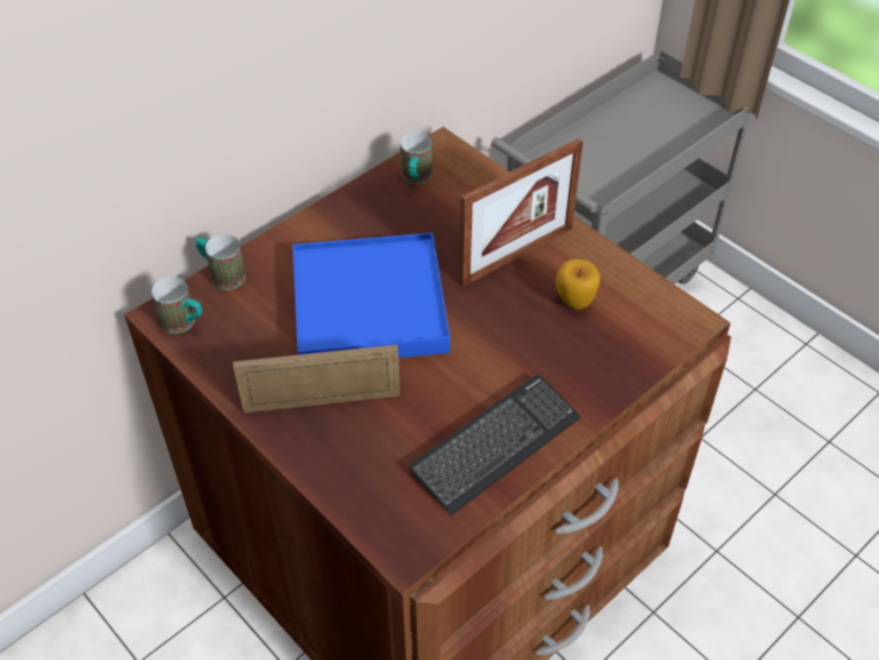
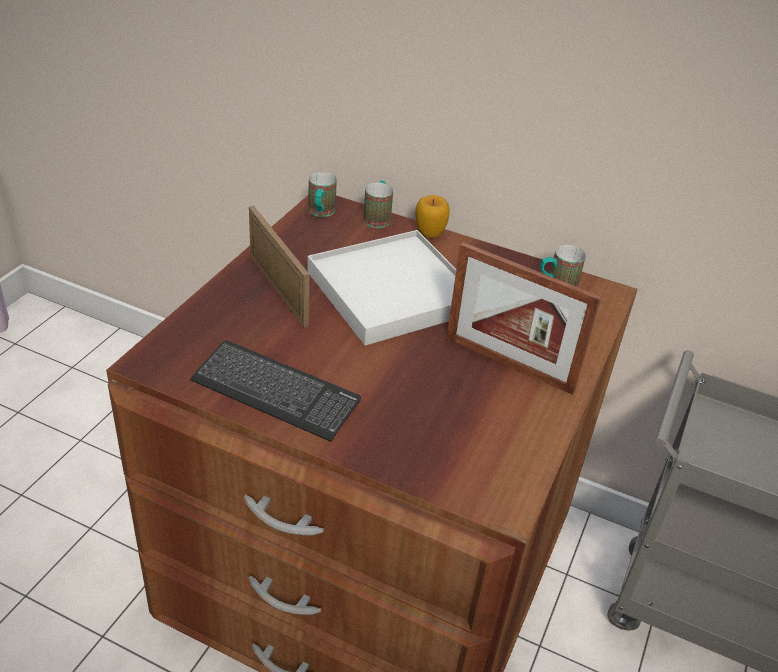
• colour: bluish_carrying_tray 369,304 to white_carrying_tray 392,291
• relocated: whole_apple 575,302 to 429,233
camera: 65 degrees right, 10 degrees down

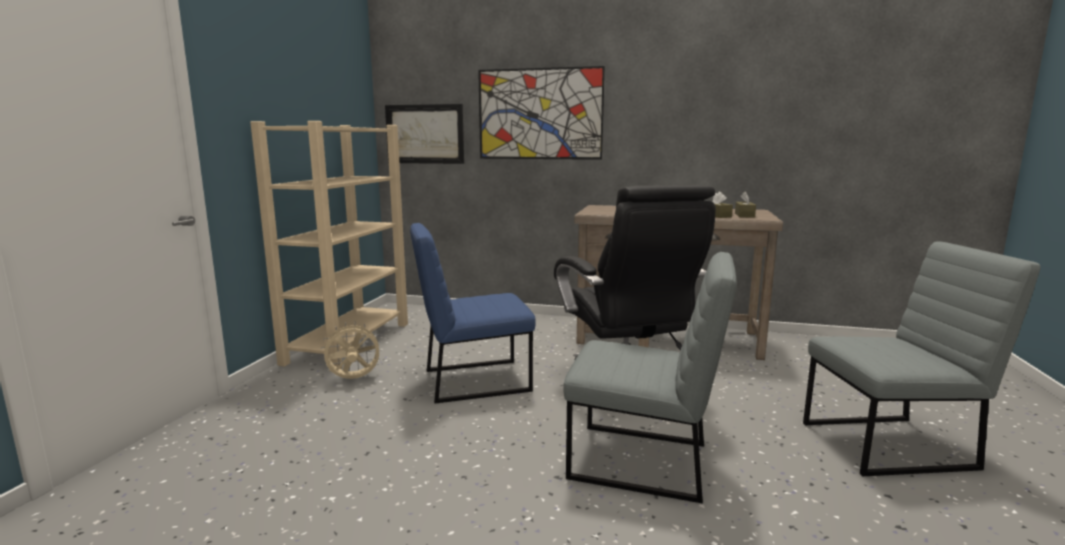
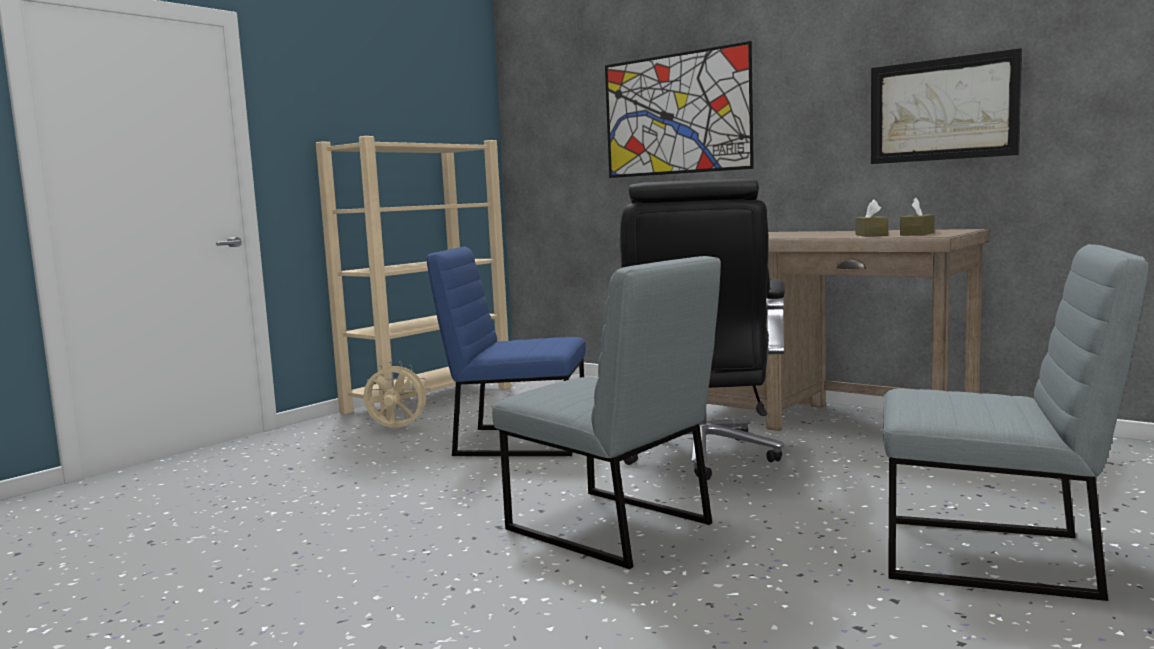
• relocated: wall_art 425,134 to 943,109
camera: 25 degrees right, 5 degrees down

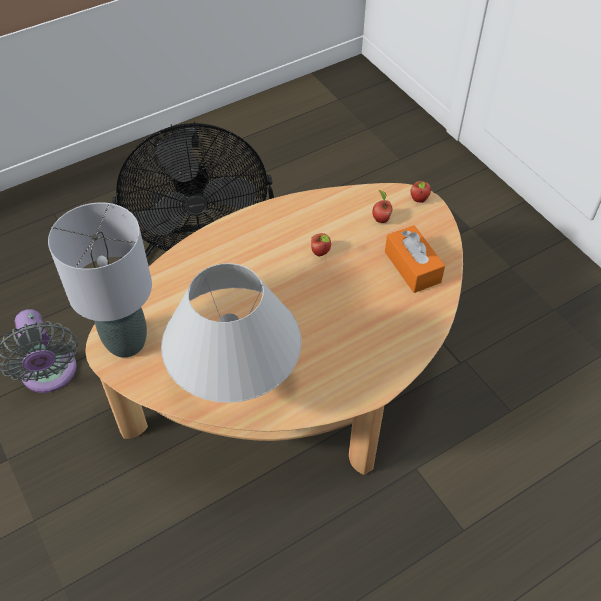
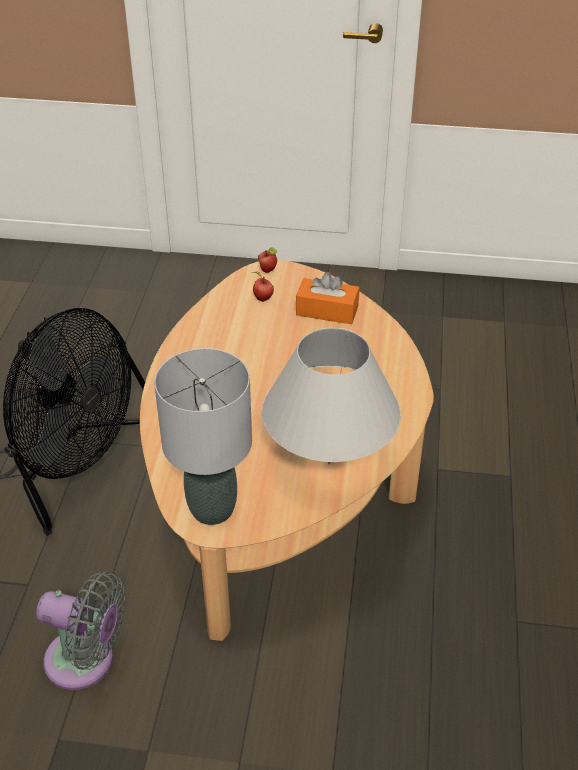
• missing: whole_apple 321,253
camera: 50 degrees left, 10 degrees down

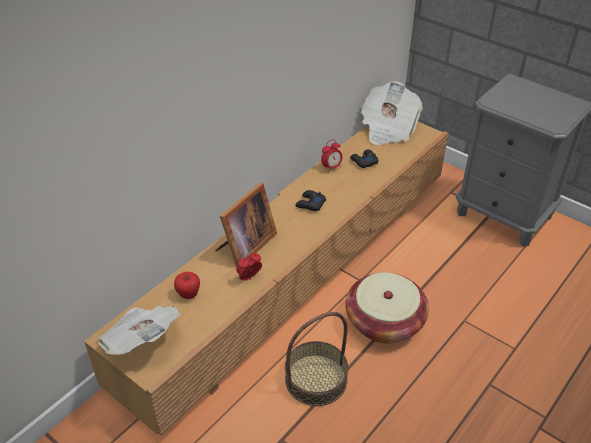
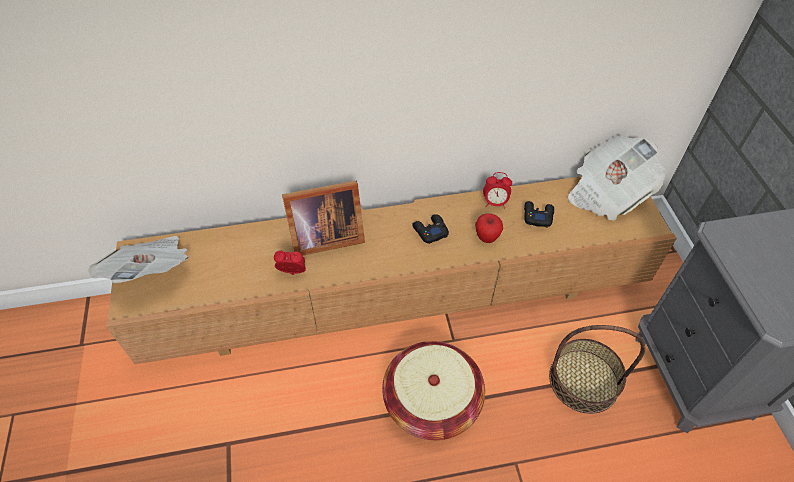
• relocated: whole_apple 188,295 to 487,237
• relocated: household_basket 316,379 to 584,380
camera: 40 degrees right, 10 degrees up

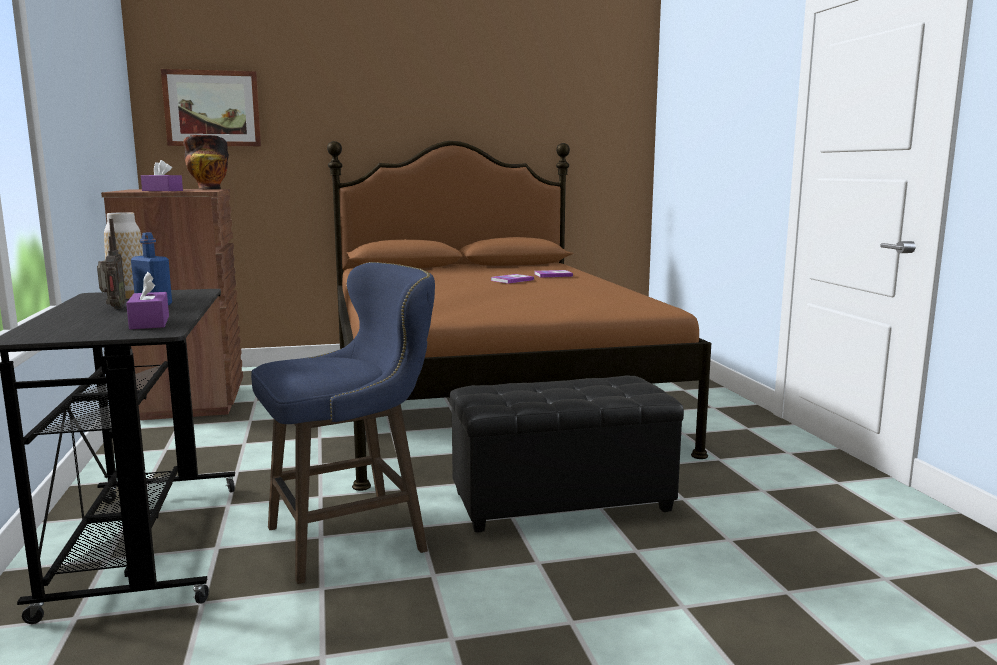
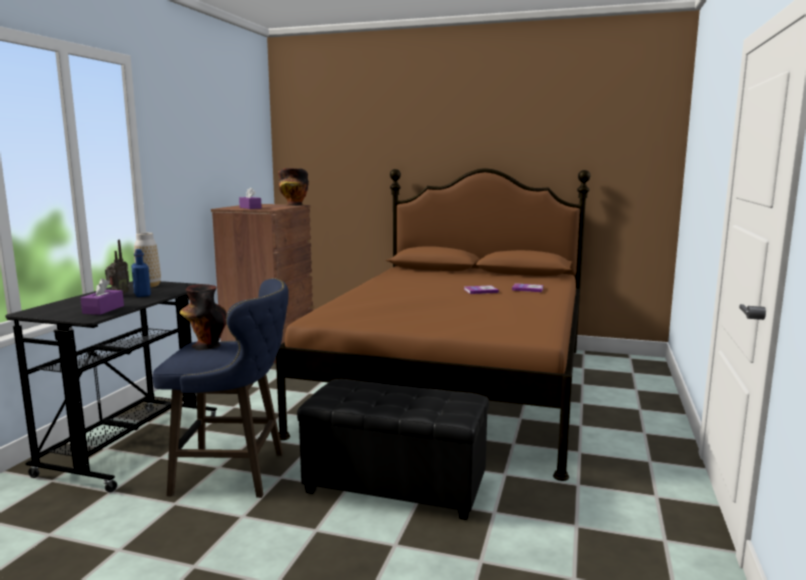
• missing: wall_art 212,108
• appeared: flower_vase 205,345
camera: 30 degrees right, 0 degrees up

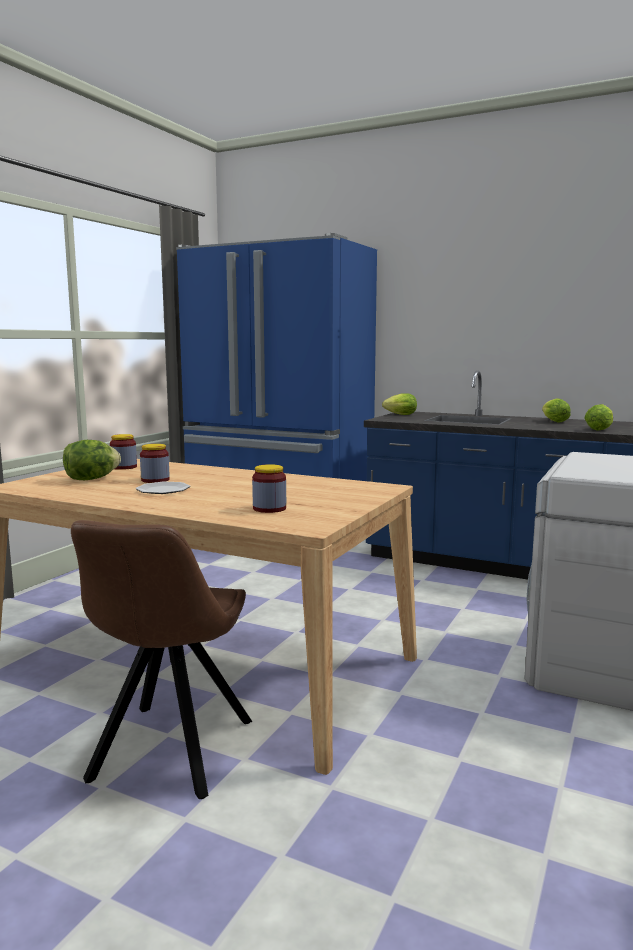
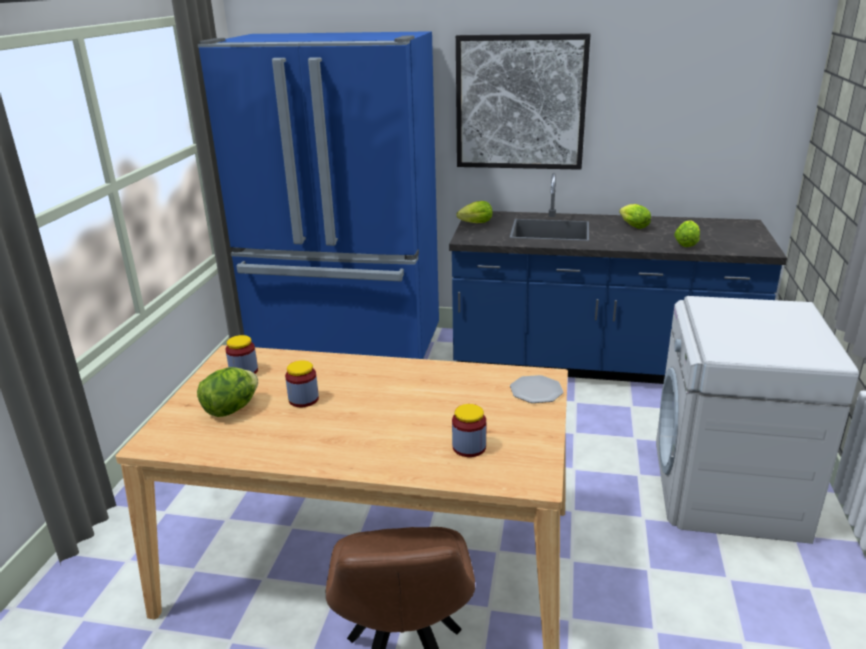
• relocated: dinner_plate 162,490 to 536,391
• appeared: wall_art 520,103
camera: 15 degrees left, 15 degrees up

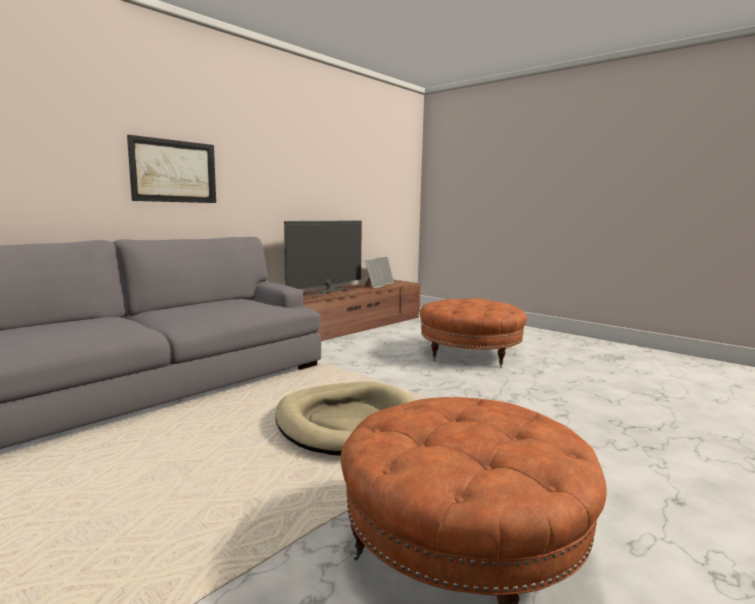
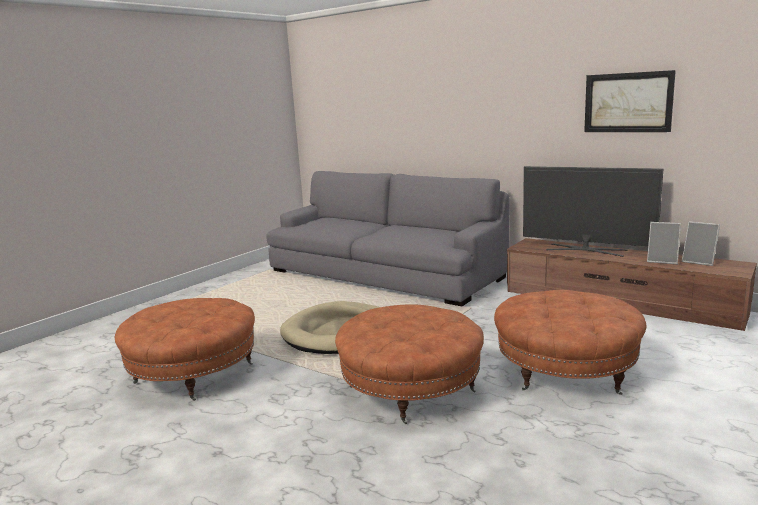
• relocated: wall_art 174,171 to 628,102
• appeared: brownish_ottoman 411,390
camera: 85 degrees right, 5 degrees up

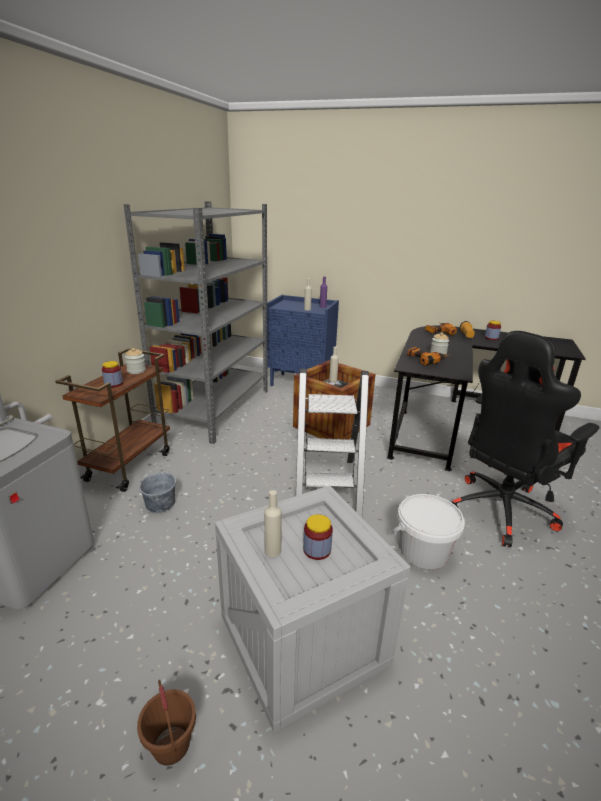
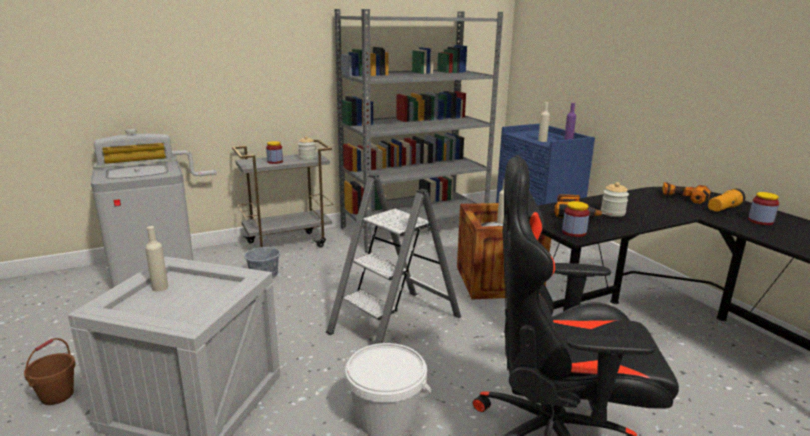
• colour: brownish_wheeled_cart 131,465 to gray_wheeled_cart 289,244
• relocated: preserve_jar 317,549 to 574,232
camera: 45 degrees right, 5 degrees down

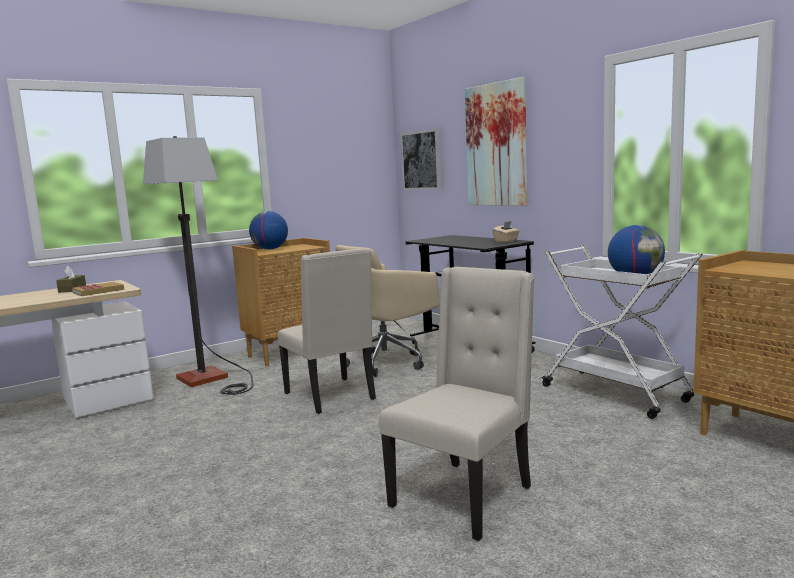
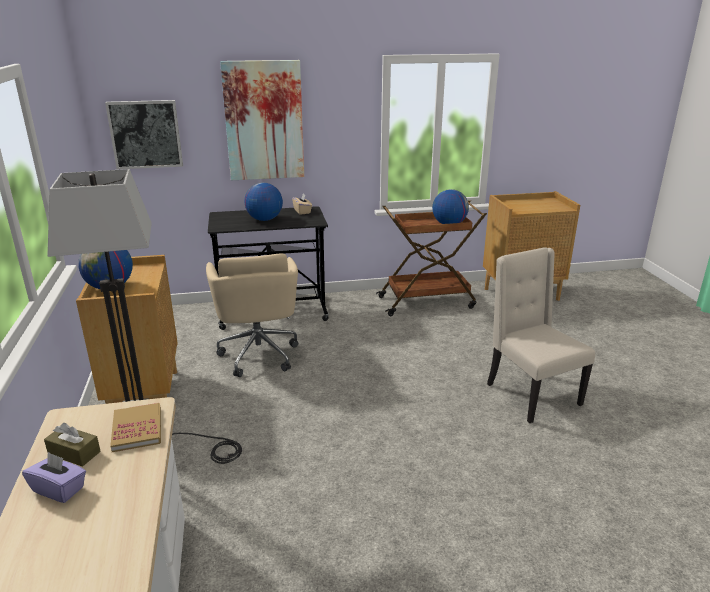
• missing: beige_plain_chair 332,396
• colour: white_wheeled_cart 614,394 to brownish_wheeled_cart 426,303
• appeared: purple-coloured_tissue_holder 59,489
• appeared: globe 264,219
camera: 65 degrees left, 15 degrees up

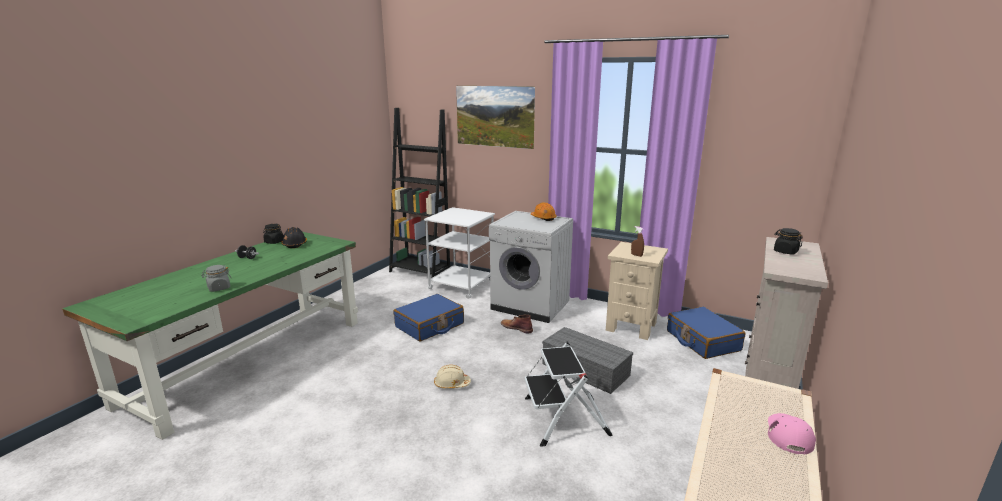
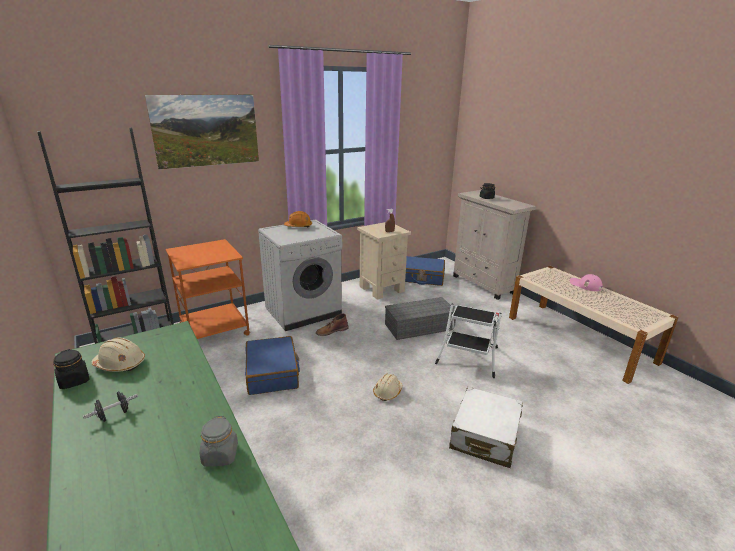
• colour: black_safety_helmet 295,244 to beige_safety_helmet 120,364
• colour: white_wheeled_cart 462,285 to orange_wheeled_cart 215,329
• appeared: white_travel_case 485,436
camera: 60 degrees left, 5 degrees up

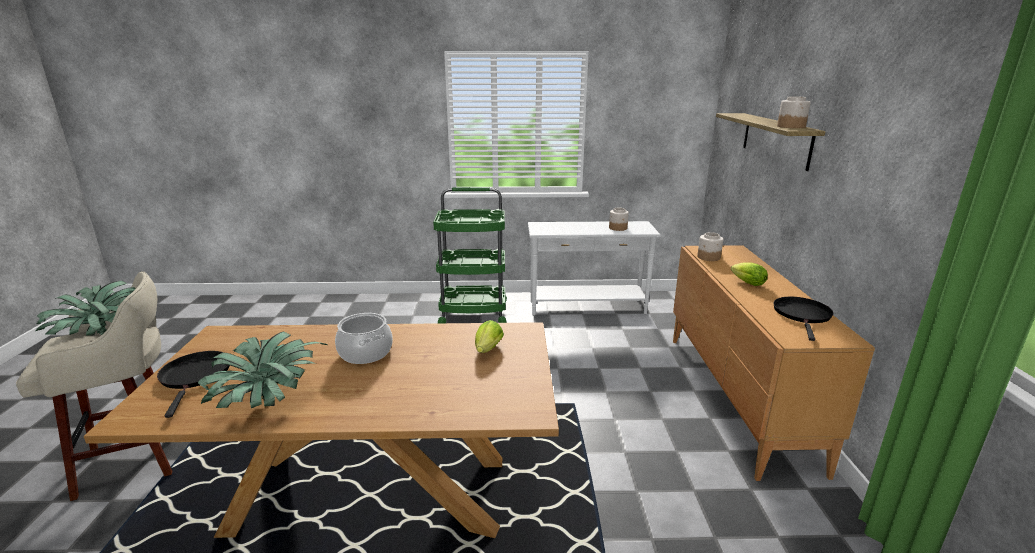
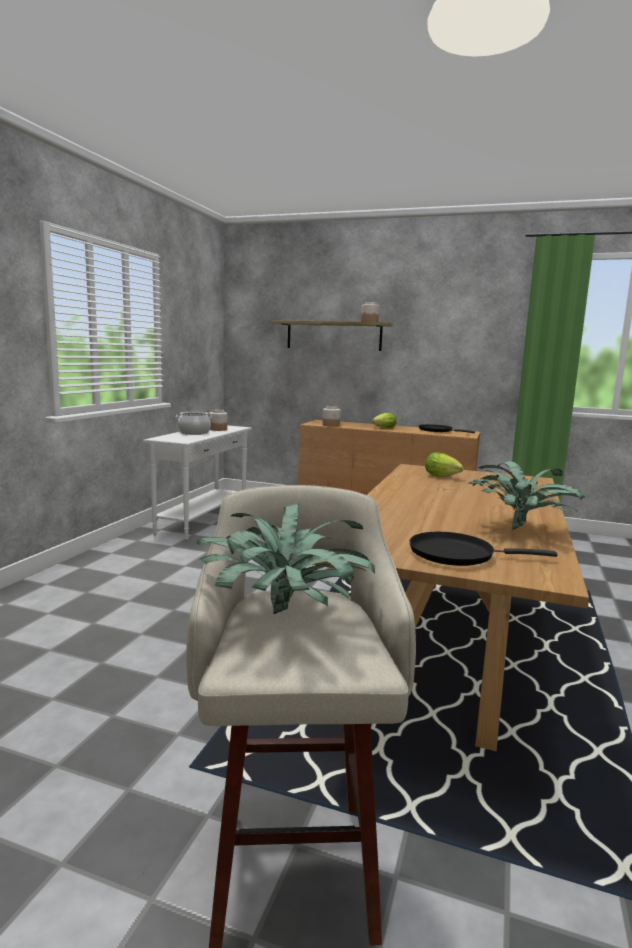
• relocated: cooking_pot 365,353 to 194,433
• missing: greenish_wheeled_cart 473,313
camera: 70 degrees left, 10 degrees down

